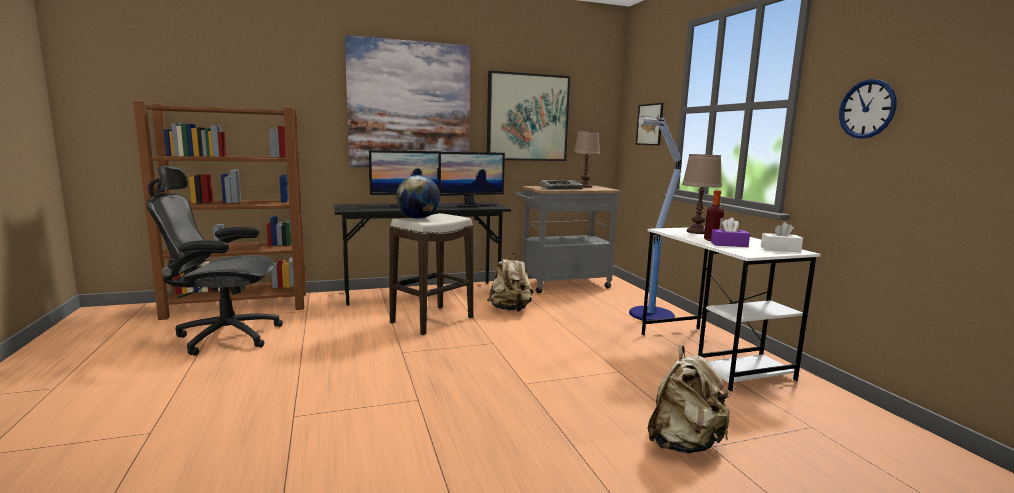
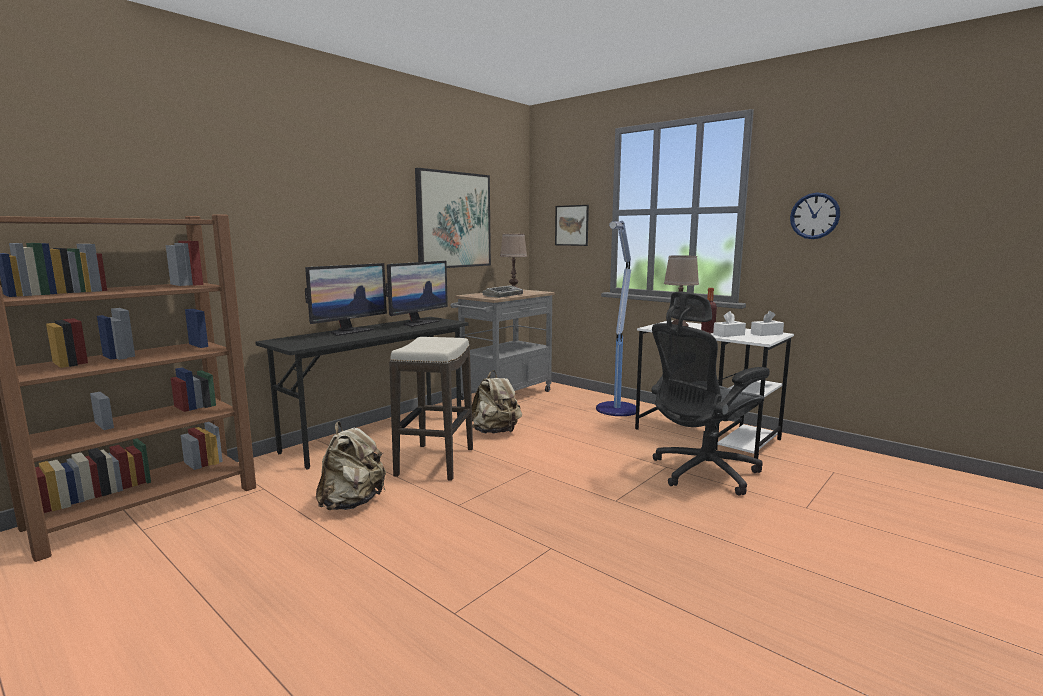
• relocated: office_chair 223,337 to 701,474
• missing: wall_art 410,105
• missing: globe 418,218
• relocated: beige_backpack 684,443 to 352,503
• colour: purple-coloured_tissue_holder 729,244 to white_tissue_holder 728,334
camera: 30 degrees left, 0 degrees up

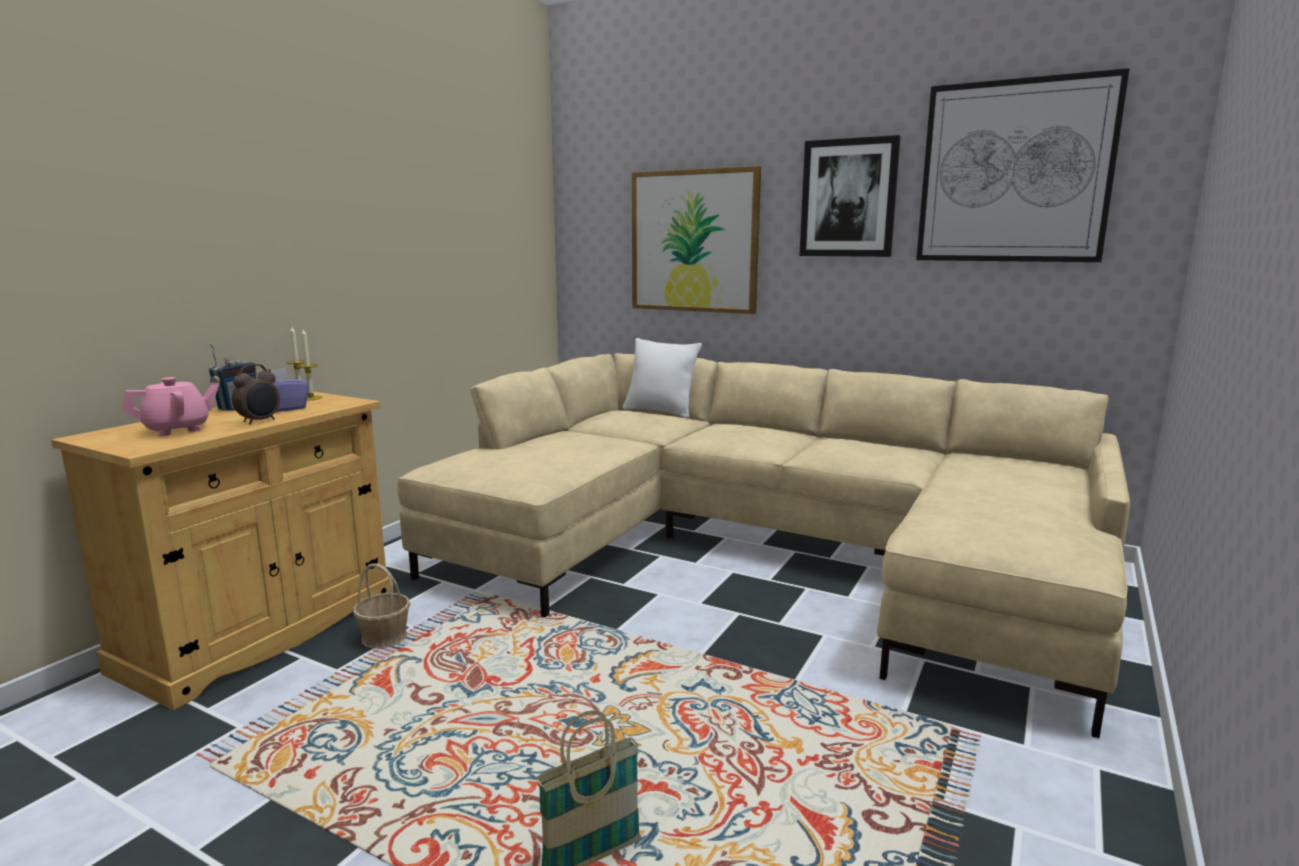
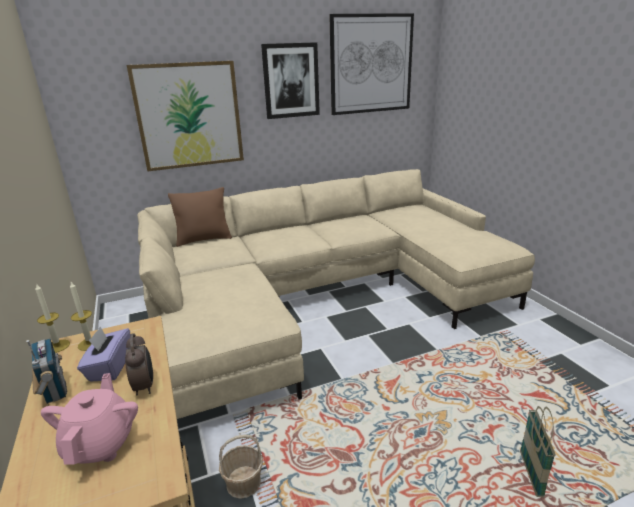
• colour: white_cushion 660,411 to brownish_cushion 204,239
camera: 50 degrees left, 10 degrees up

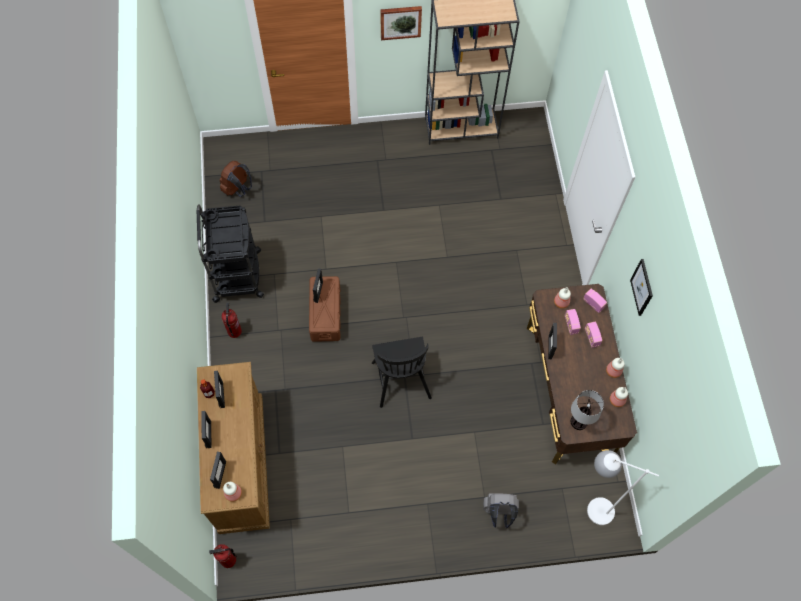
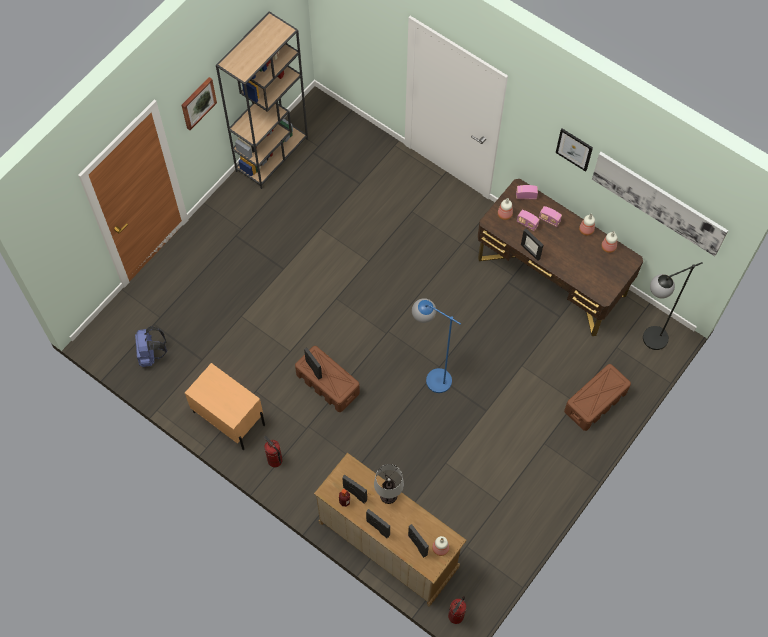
• exchanged: black_wheeled_cart 237,275 to beige_bedside_table 228,418
• colour: brownish_backpack 238,189 to bluish_backpack 151,354
• exchanged: black_plain_chair 400,376 to bluish_standing_lamp 430,376
• exchanged: gray_backpack 499,512 to brownish_storage_container 595,402
• relocated: tabletop_lamp 578,421 to 388,495
• colour: white_standing_lamp 590,508 to black_standing_lamp 647,342
• appeared: wall_art 658,202
camera: 45 degrees left, 0 degrees up

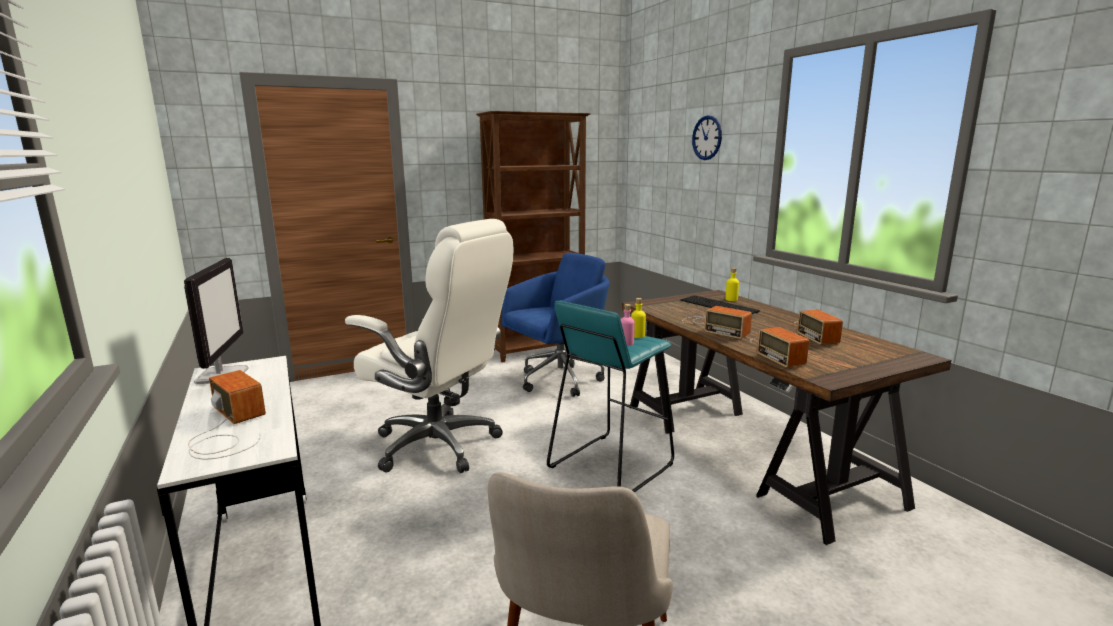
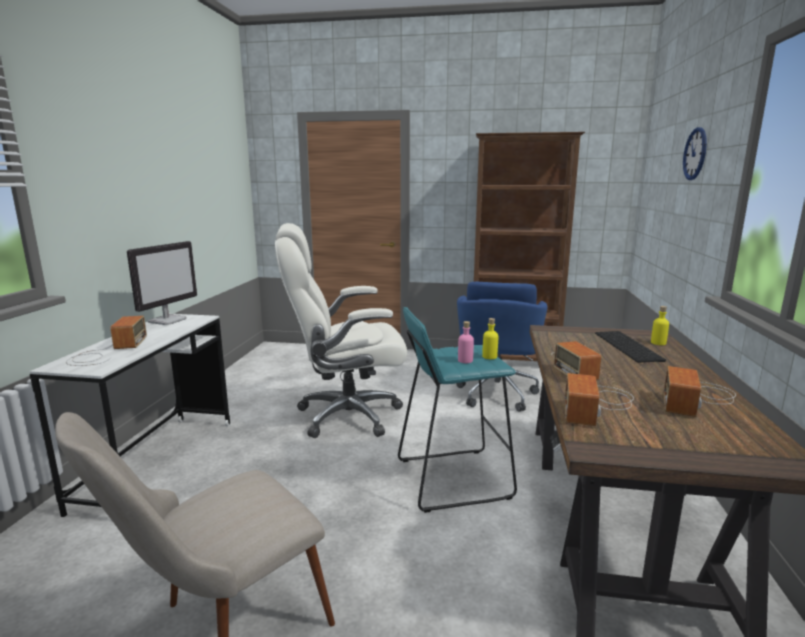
• spun: white_office_chair 439,446 = 346,416 105 degrees clockwise
• spun: bluish_office_chair 556,382 = 496,393 105 degrees clockwise
camera: 35 degrees right, 0 degrees up

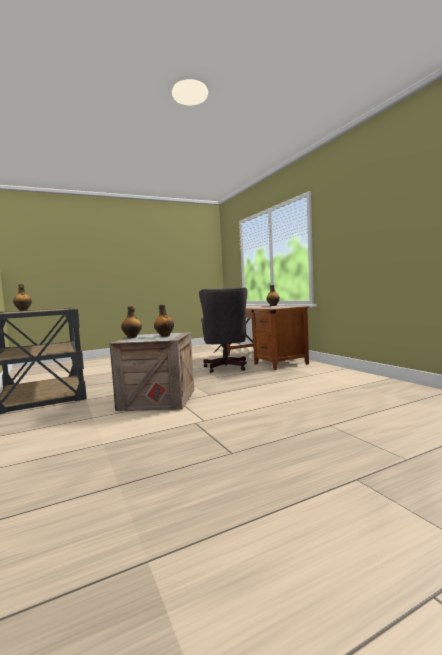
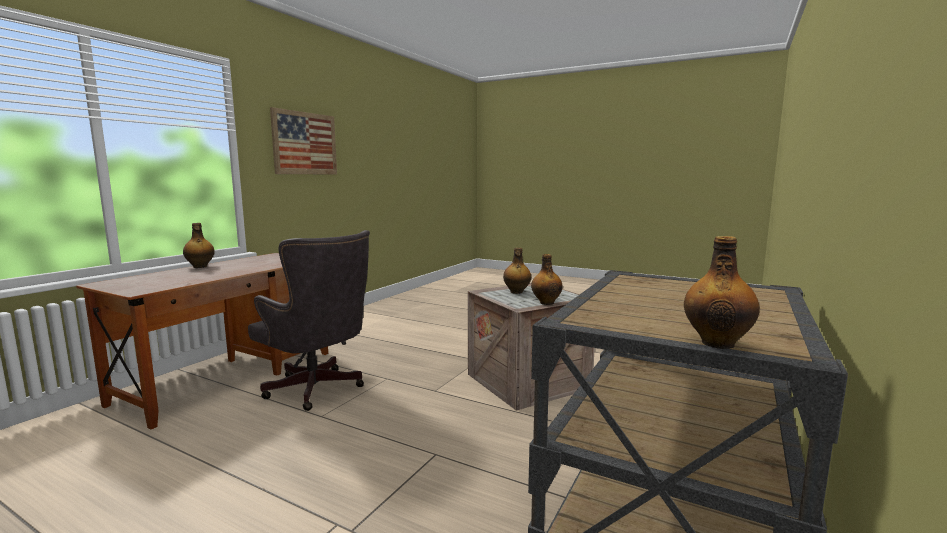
• spun: gray_office_chair 226,368 = 317,390 75 degrees clockwise
• appeared: wall_art 305,143
camera: 125 degrees left, 5 degrees up

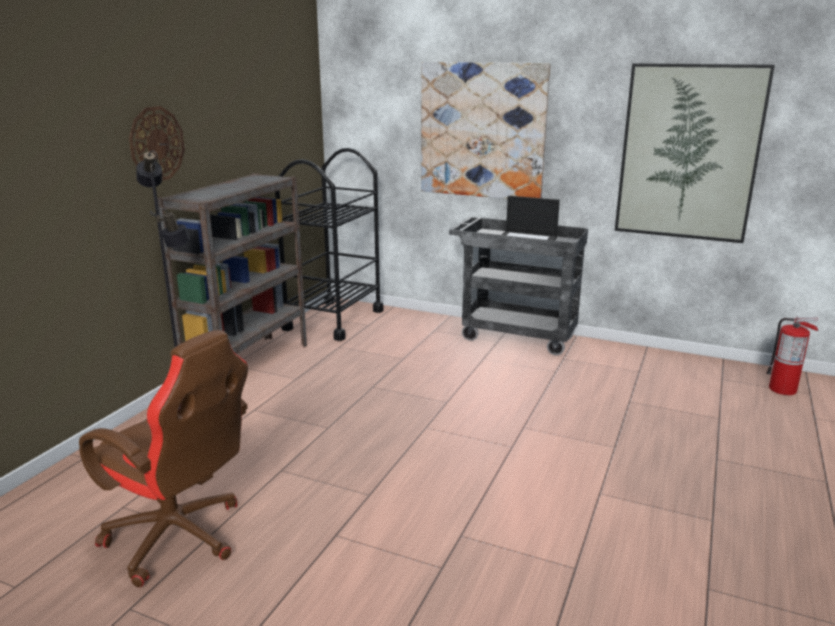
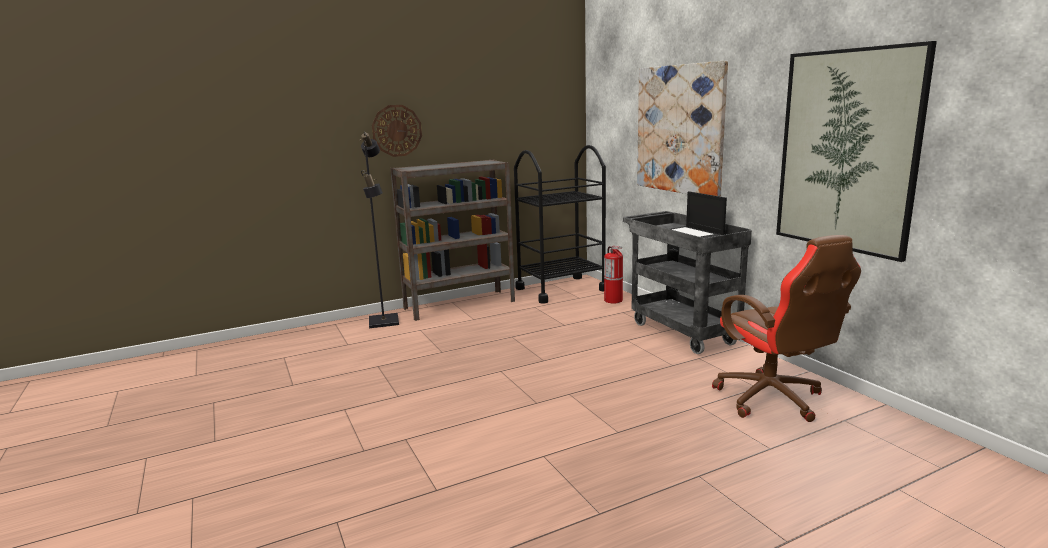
• relocated: brownish_office_chair 182,542 to 774,402
• relocated: fire_extinguisher 783,389 to 613,300
camera: 40 degrees right, 5 degrees down

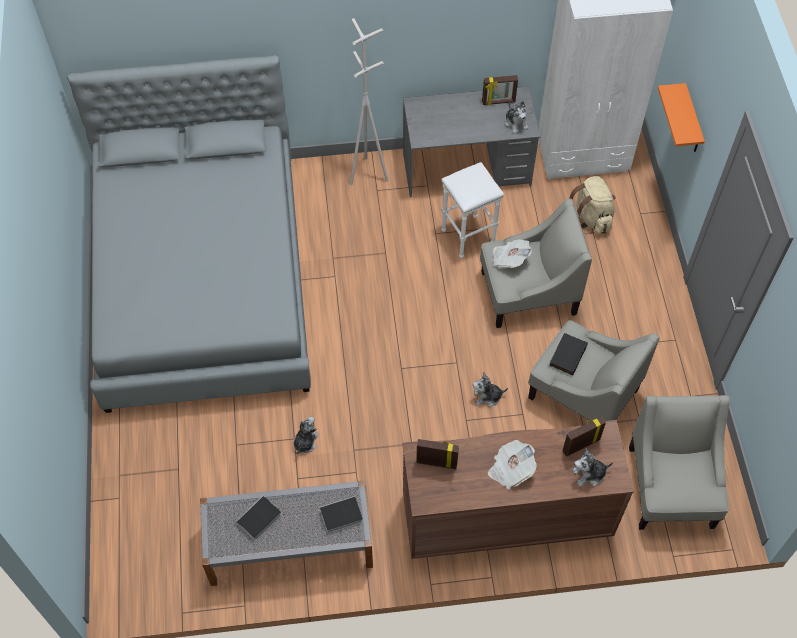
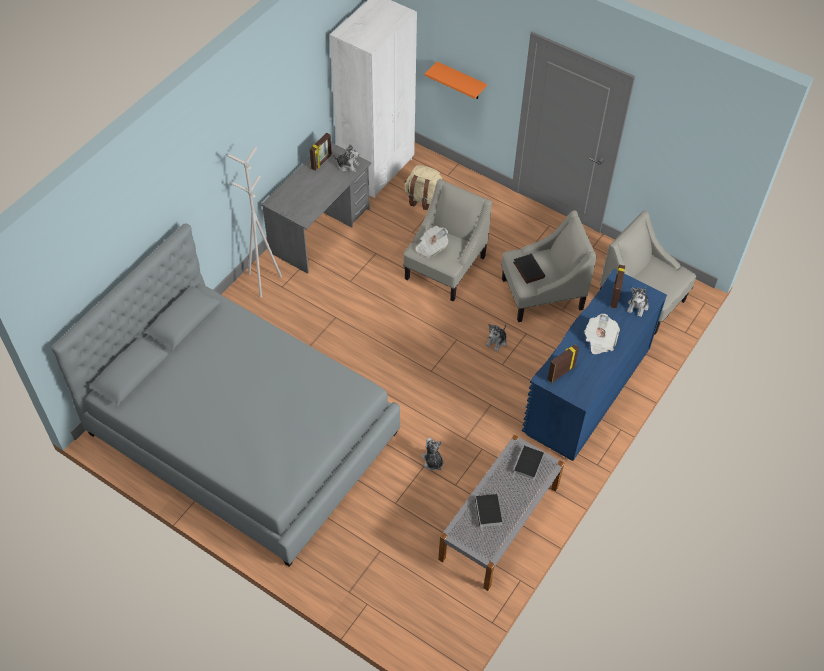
• colour: brownish_dresser 506,516 to bluish_dresser 586,392
• missing: white_stool_seat 467,237
camera: 50 degrees left, 5 degrees down

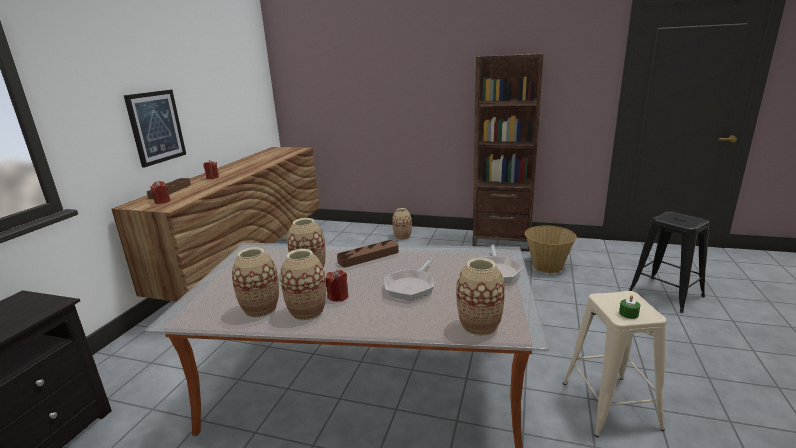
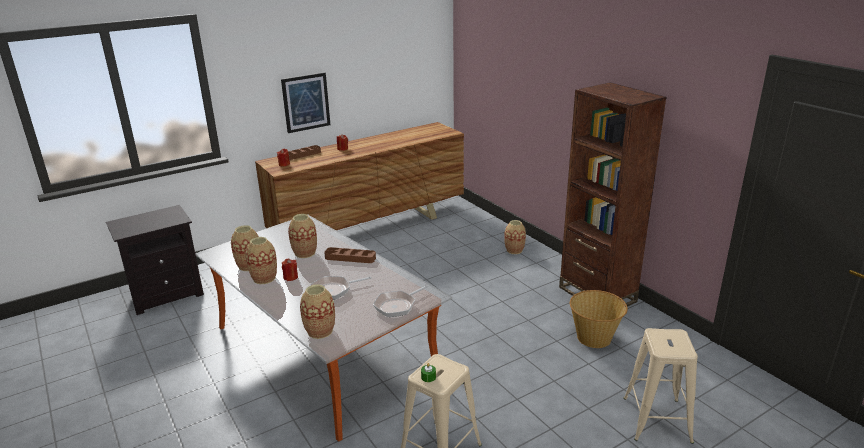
• colour: black_stool_seat 665,294 to beige_stool_seat 656,419
camera: 40 degrees right, 5 degrees up

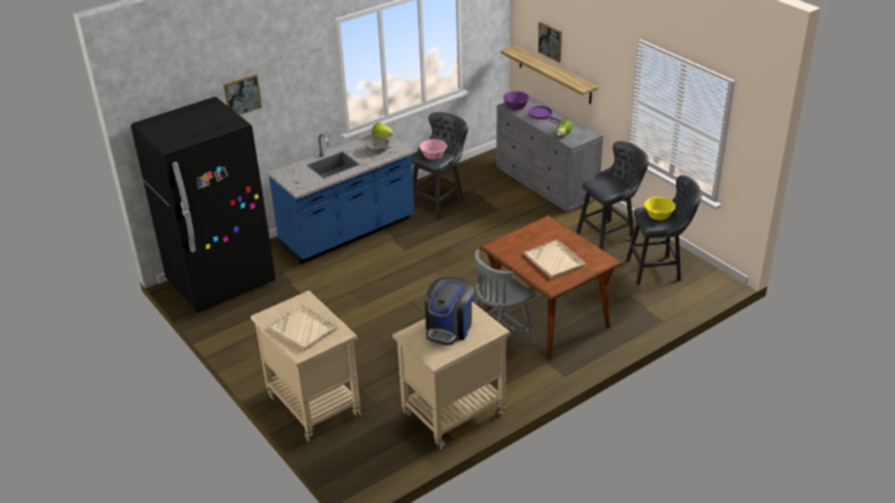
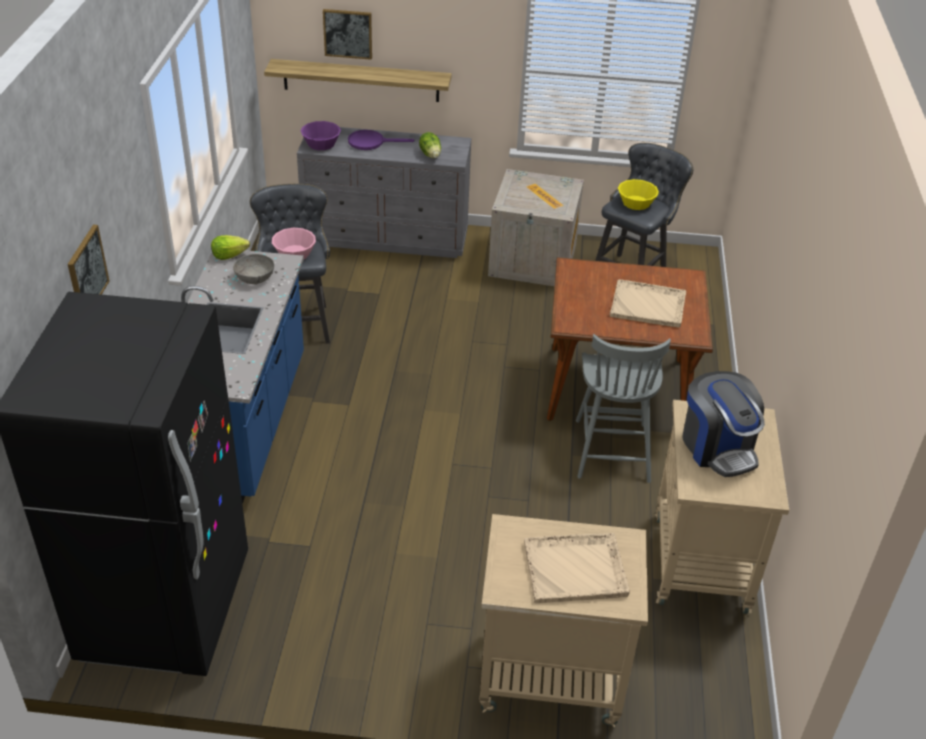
• exchanged: gray_stool_seat 610,234 to crate 534,259
camera: 50 degrees left, 5 degrees up

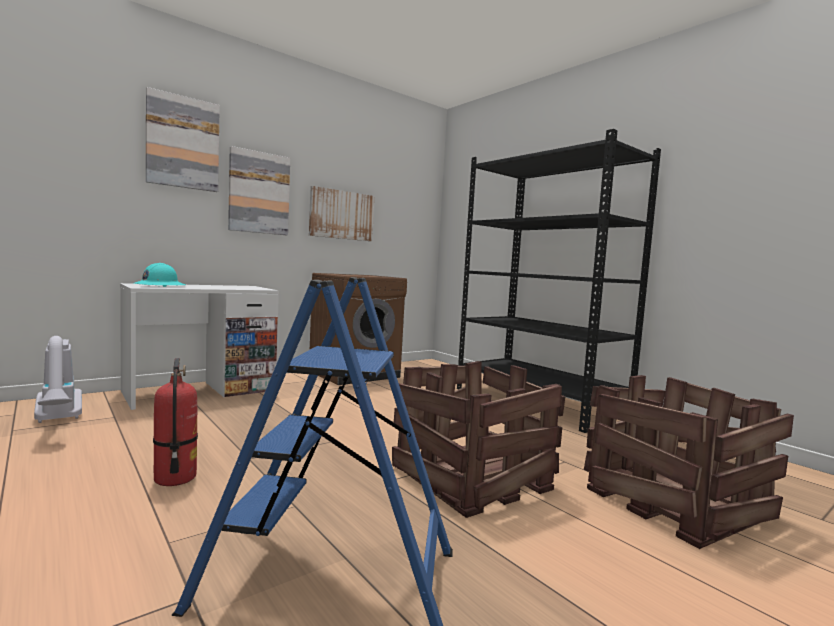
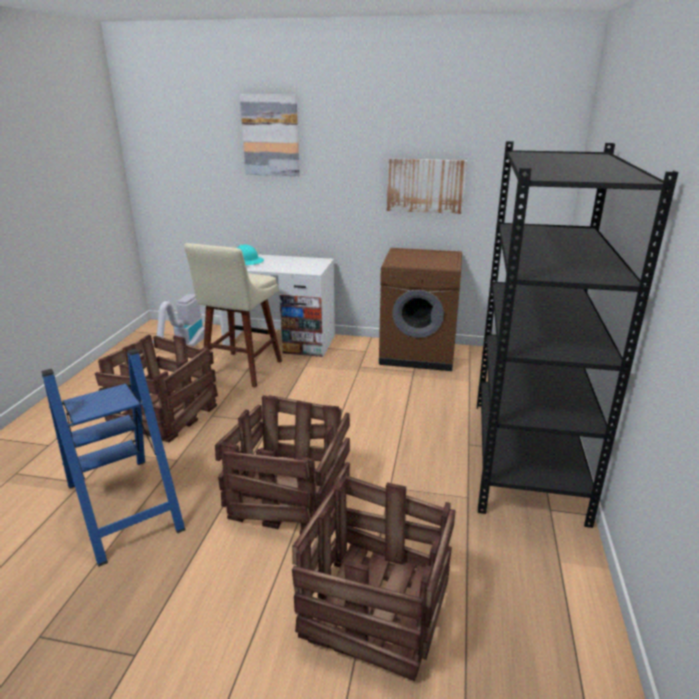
• exchanged: fire_extinguisher 174,478 to crate 165,414
• missing: wall_art 259,193
• appeared: beige_stool_seat 241,370
camera: 50 degrees right, 20 degrees up

